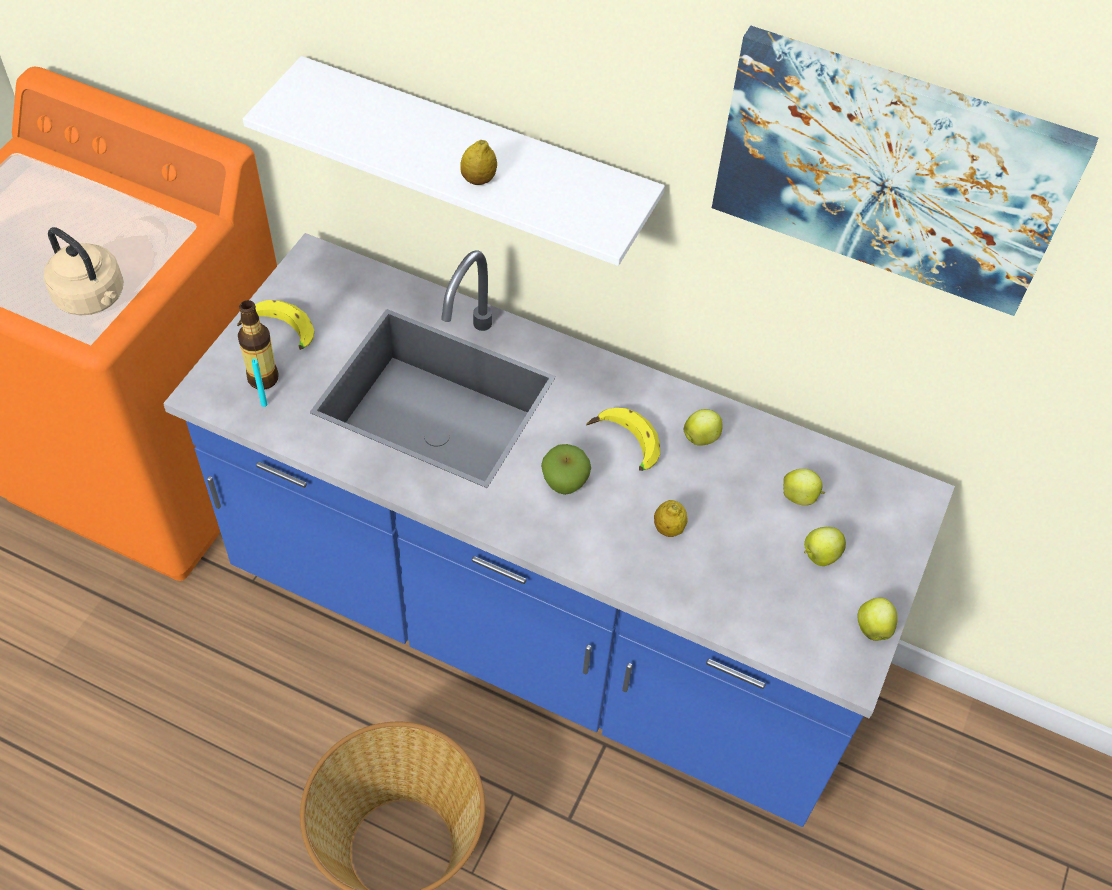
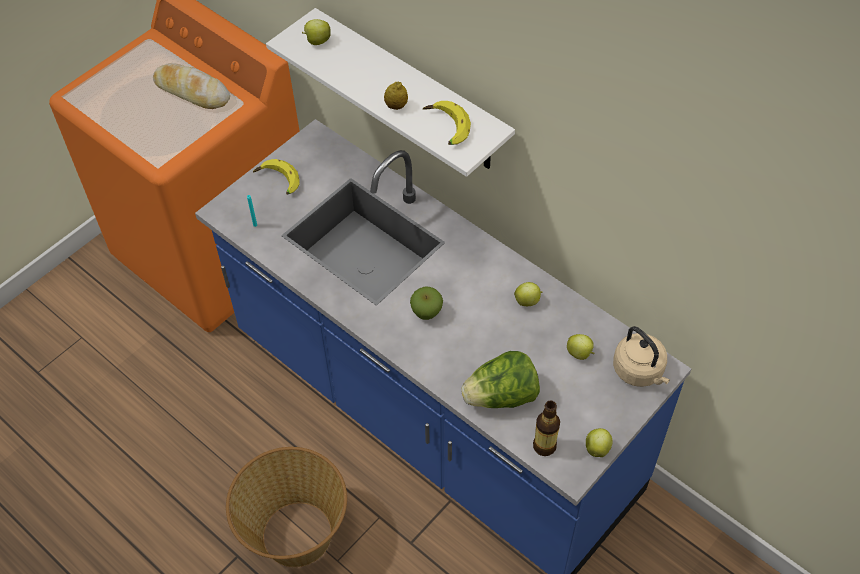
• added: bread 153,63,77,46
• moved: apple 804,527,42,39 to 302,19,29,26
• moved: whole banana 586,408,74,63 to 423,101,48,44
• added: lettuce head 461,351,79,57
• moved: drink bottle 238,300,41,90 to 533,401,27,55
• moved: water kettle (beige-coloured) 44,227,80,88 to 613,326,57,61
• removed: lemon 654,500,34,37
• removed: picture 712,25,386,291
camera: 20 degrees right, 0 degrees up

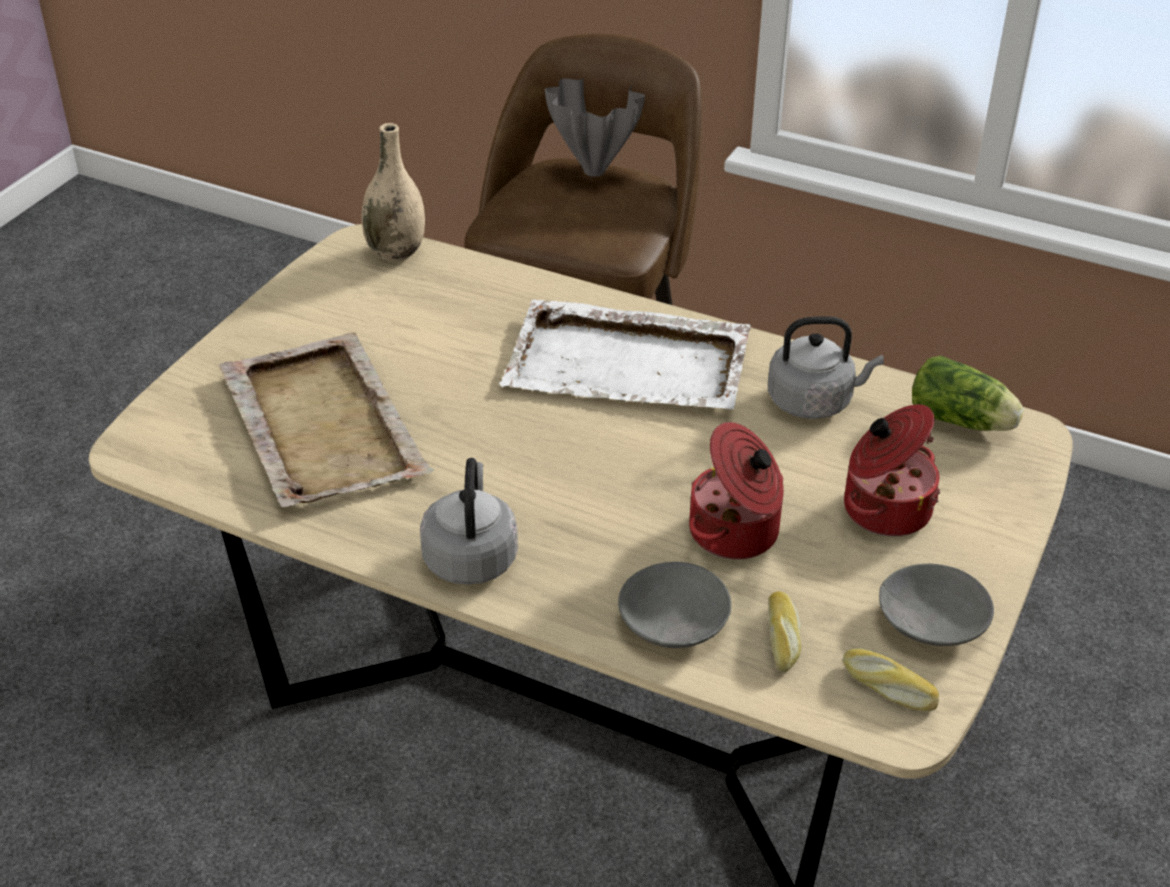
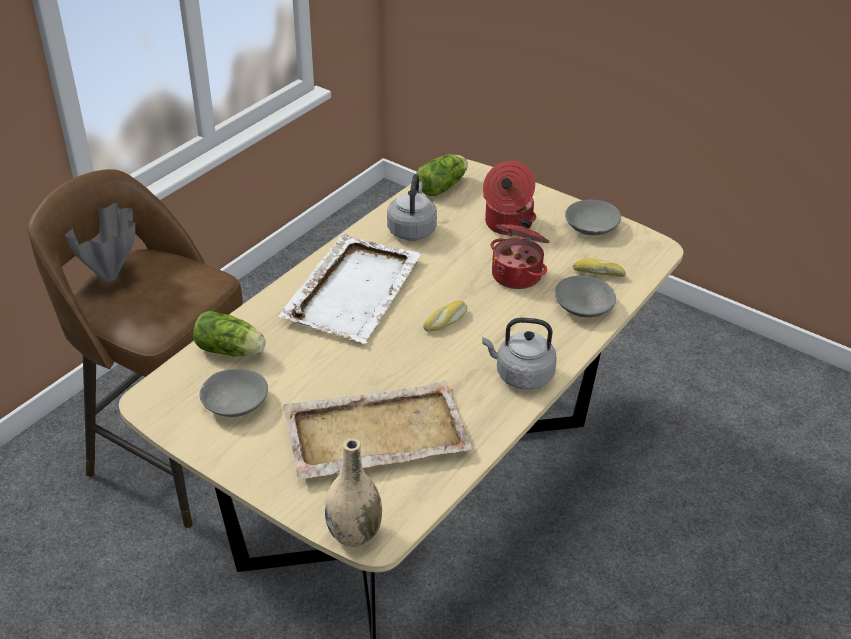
• added: lettuce head 193,310,73,47
• added: serving bowl (gray) 199,369,69,48
• moved: decorative vase (beige-coloured) 361,123,64,138 to 325,439,57,108
• moved: bread 843,648,96,63 to 423,301,44,31
camera: 80 degrees left, 0 degrees up

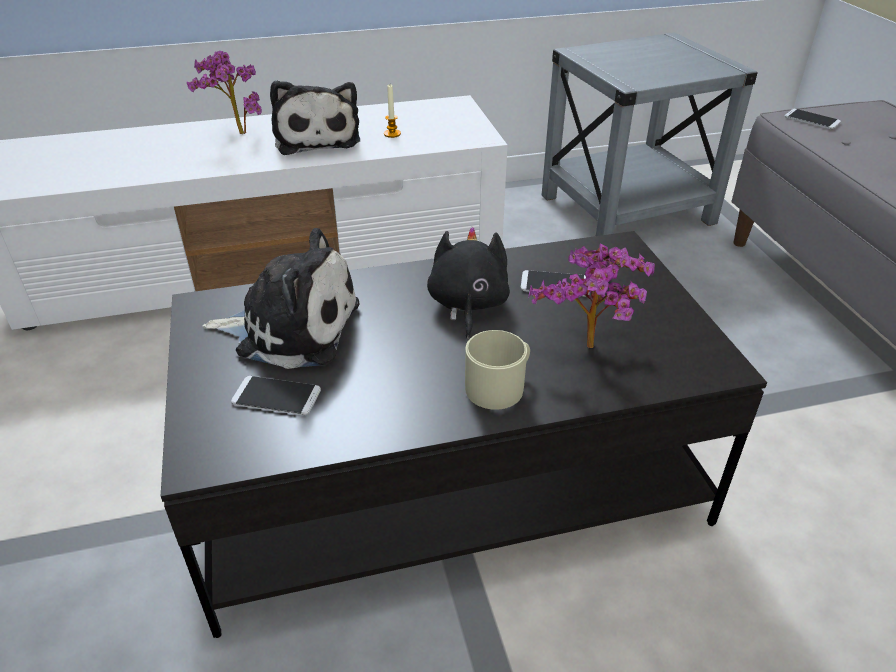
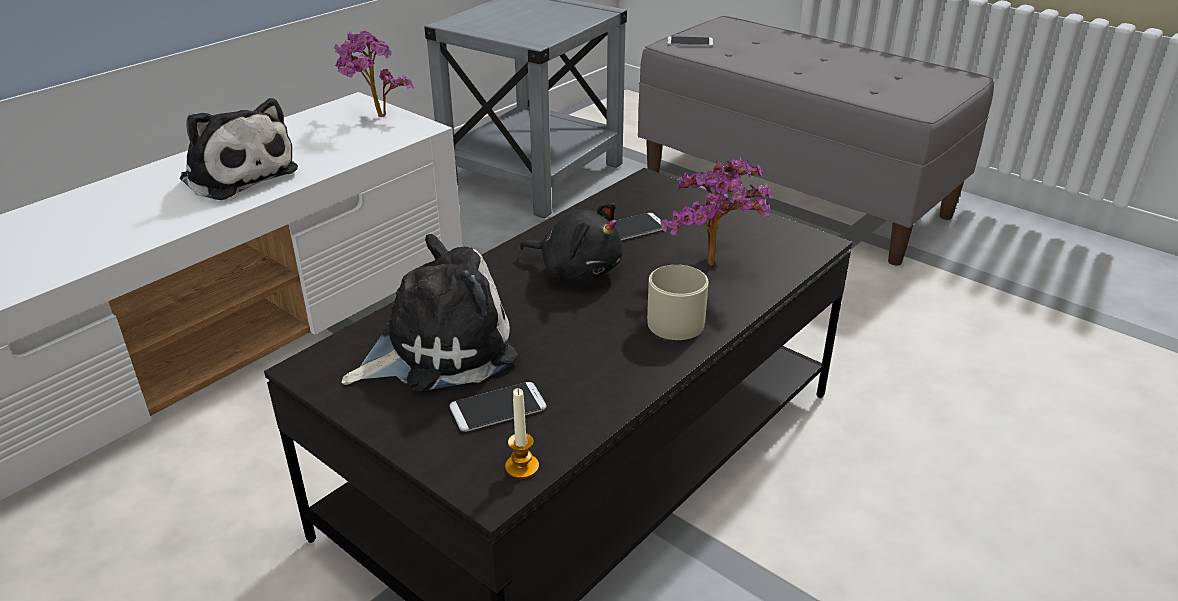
• moved: houseplant 187,51,75,83 to 334,31,80,86
• moved: candle 384,84,17,54 to 505,388,34,91
• turned: cuddly toy (black-coloured) 427,227,83,112 = 519,203,104,77 150 degrees clockwise
camera: 35 degrees left, 5 degrees down

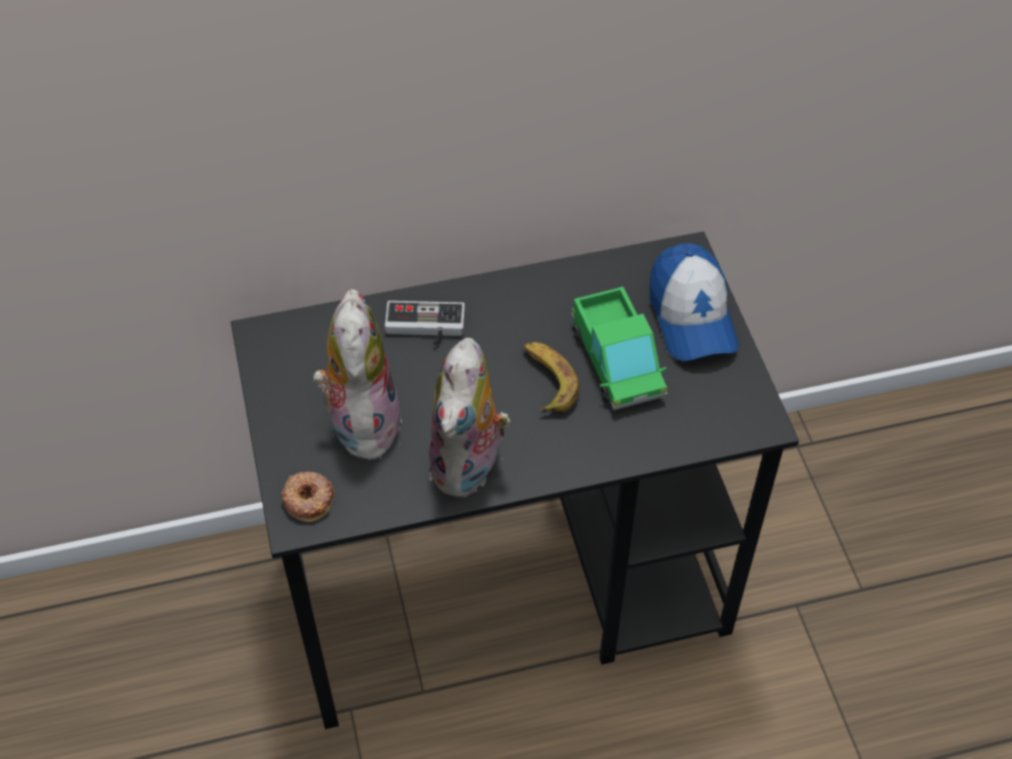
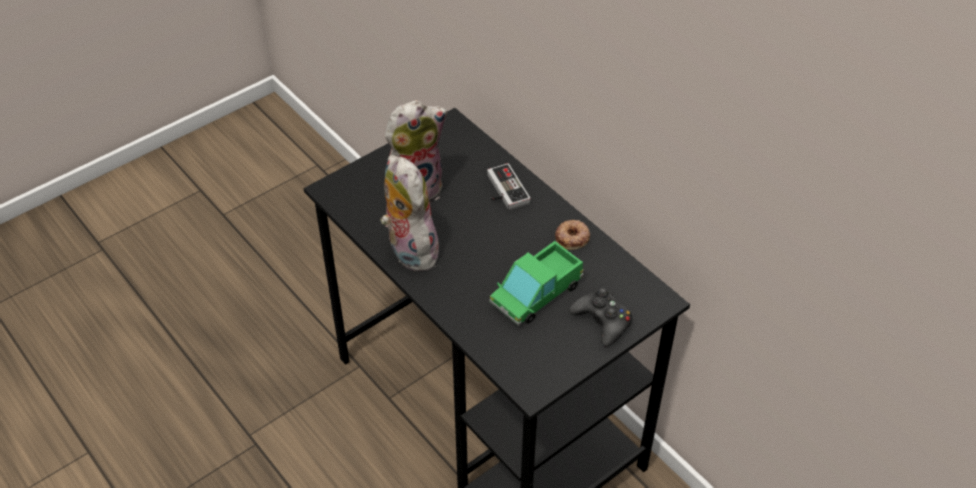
• turned: cuddly toy 429,338,81,160 = 380,155,60,116 75 degrees clockwise
• moved: donut 281,471,54,51 to 555,220,35,30
• replaced: cap 650,243,89,118 to game controller (black-coloured) 569,288,63,59
• removed: whole banana 524,342,56,70
camera: 65 degrees right, 5 degrees down

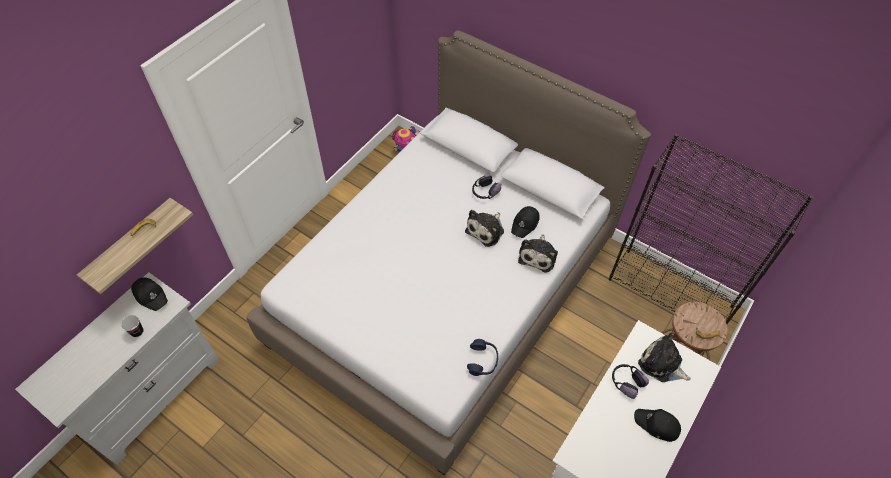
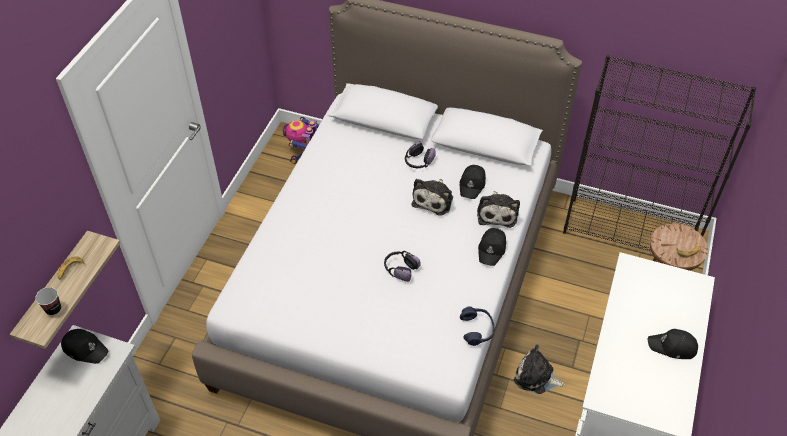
• moved: cup 121,315,23,22 to 35,287,26,29
• moved: headphones 612,364,37,35 to 384,251,37,31
• added: cap (black-coloured) 478,228,28,38
• moved: cuddly toy 638,333,53,49 to 514,345,51,49
camera: 15 degrees left, 5 degrees down

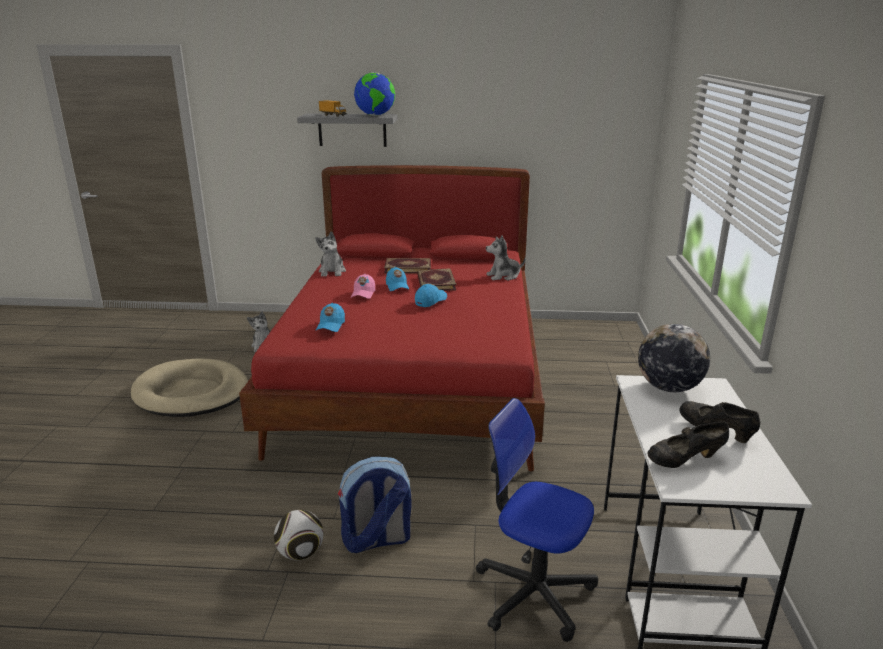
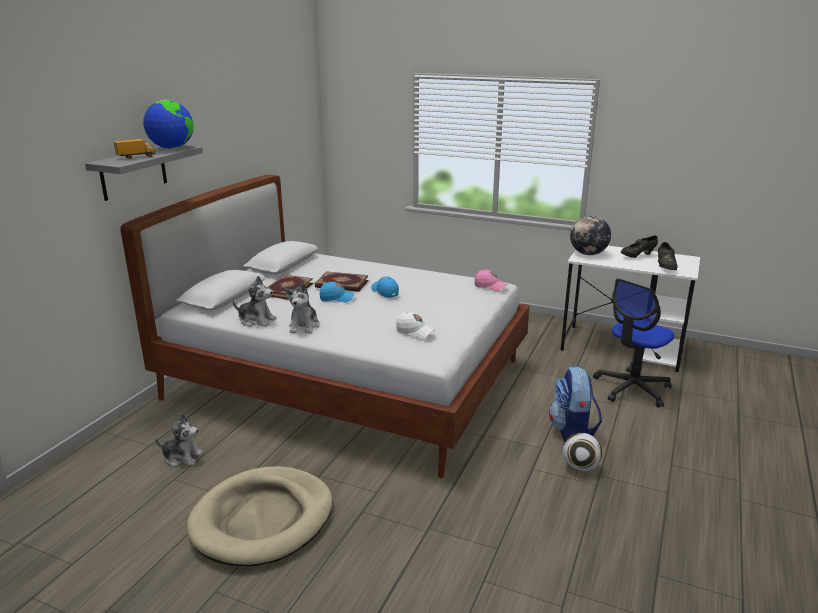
• recoloured: bedroom bed (red-coloured) 239,165,306,306 to bedroom bed (white-coloured) 121,174,409,304
• moved: cuddly toy 486,235,40,46 to 285,283,35,51
• recoloured: cap (bluish) 316,303,29,29 to cap (white-coloured) 396,312,38,27
• moved: cap (pink-coloured) 350,274,25,25 to 474,269,34,22
camera: 70 degrees left, 0 degrees up

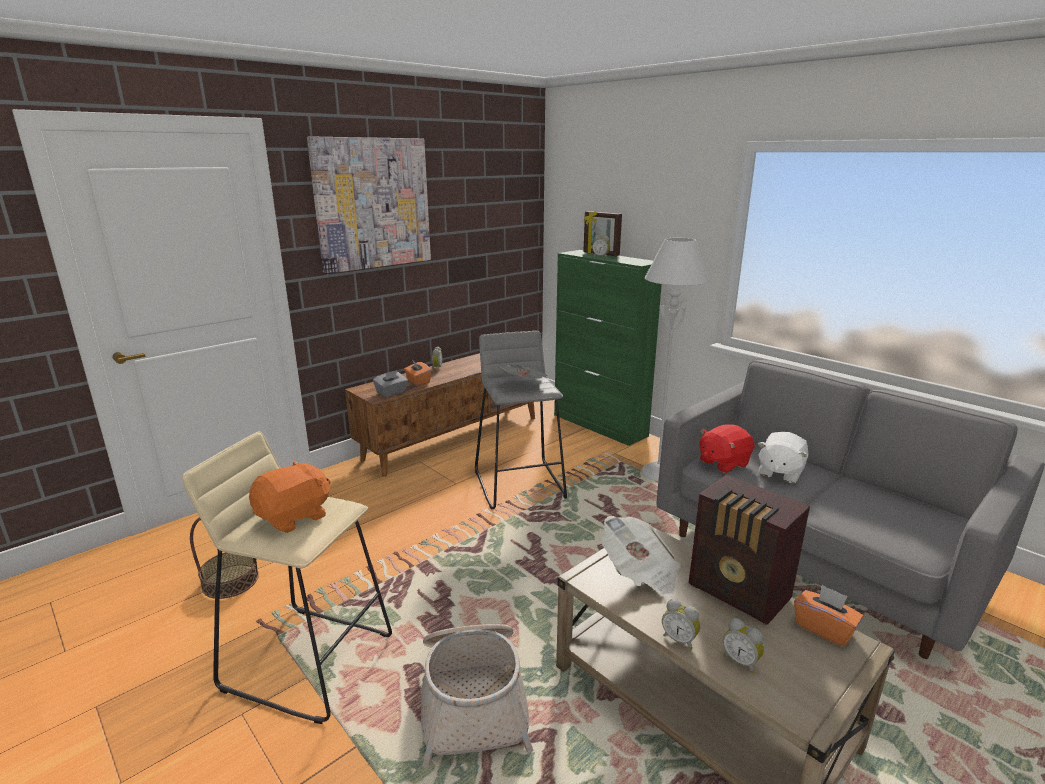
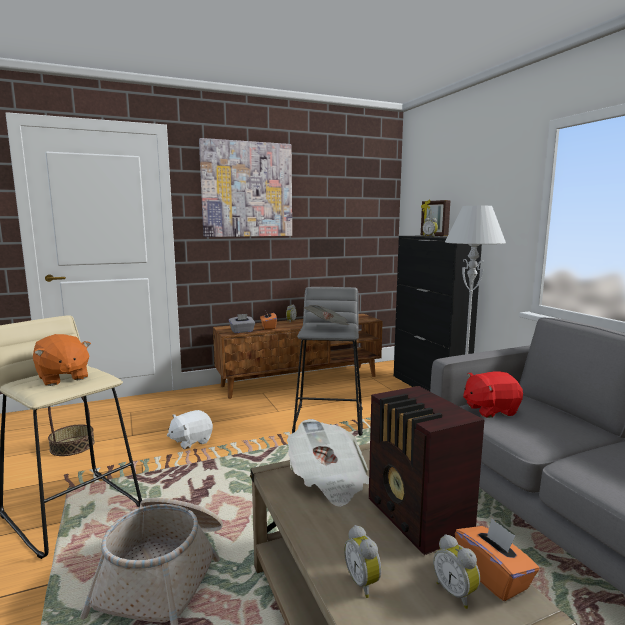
• turned: cuddly toy (orange) 249,460,82,73 = 33,334,58,52 75 degrees clockwise
• moved: cuddly toy (white-coloured) 758,432,50,51 to 167,410,46,39
• recoloured: storage cabinet (green-coloured) 554,250,108,196 to storage cabinet (black-coloured) 394,236,88,155
• moved: bedside clock 662,599,38,51 to 433,534,47,75
camera: 20 degrees right, 10 degrees down

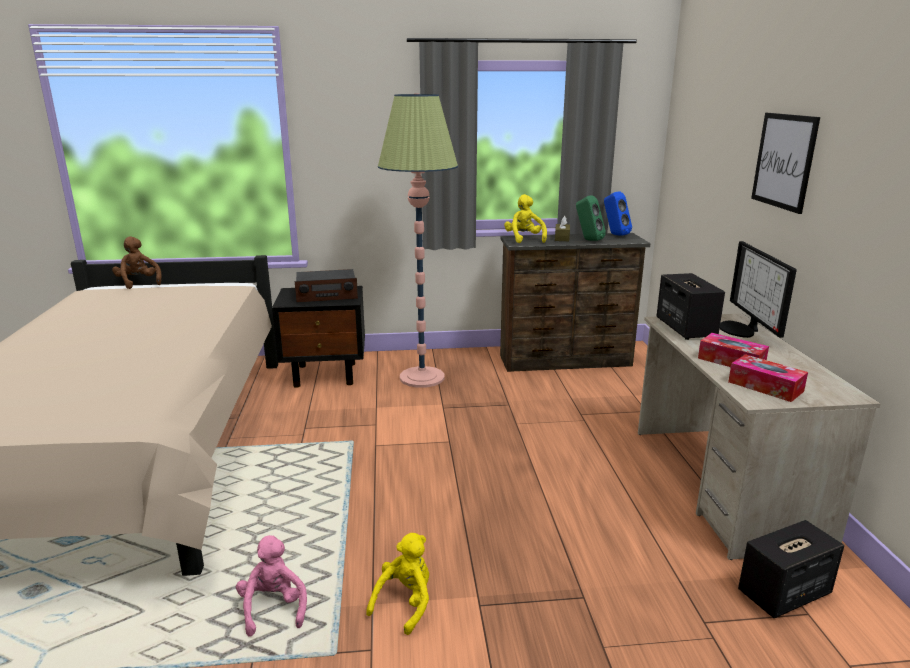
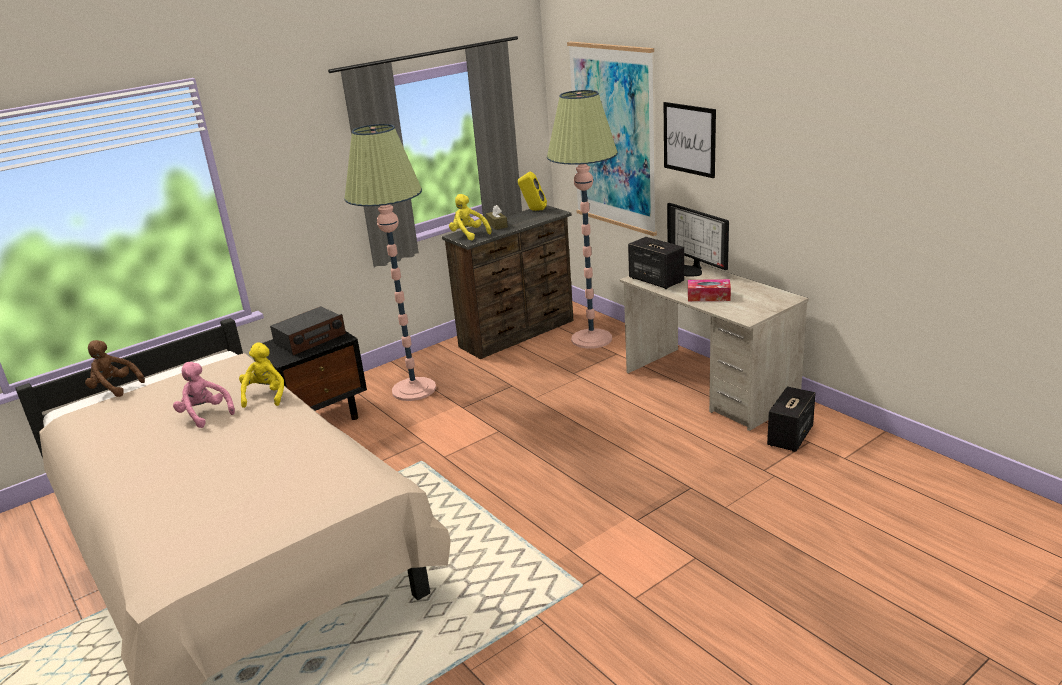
• moved: cuddly toy (pink-coloured) 236,535,71,102 to 173,362,62,66
• moved: cuddly toy (yellow-coloured) 366,533,63,102 to 239,343,45,65
• recoloured: speaker (bluish) 604,192,28,43 to speaker (yellow-coloured) 518,171,29,40
• added: standing lamp 547,90,71,259
• added: picture 567,42,90,194
• removed: speaker (green-coloured) 576,195,30,46
• removed: tissue holder 728,354,80,48
camera: 30 degrees left, 5 degrees up

